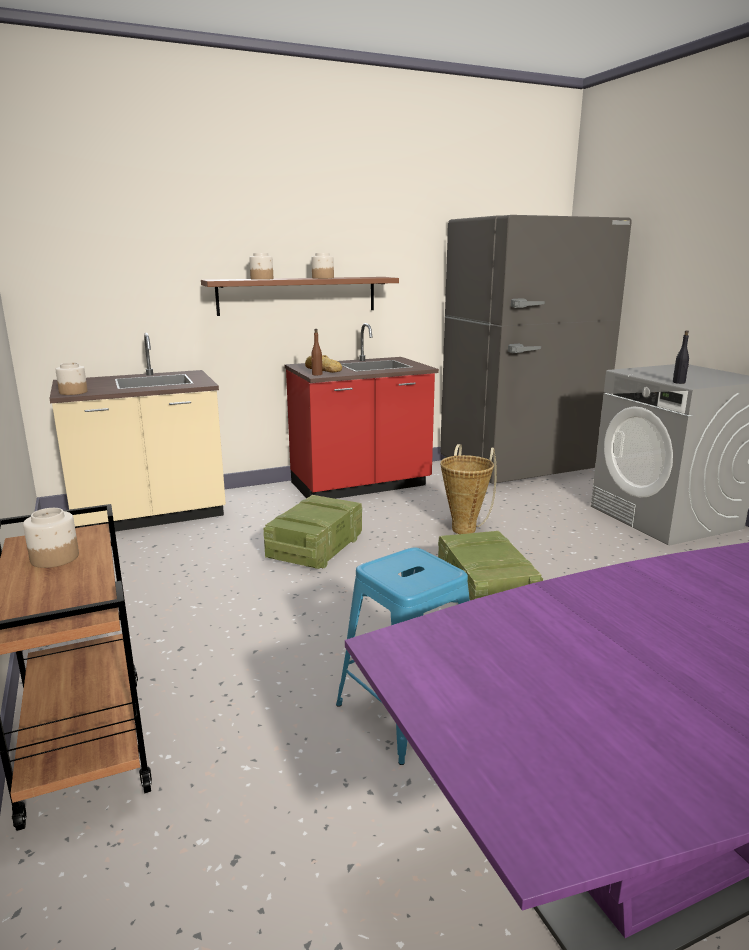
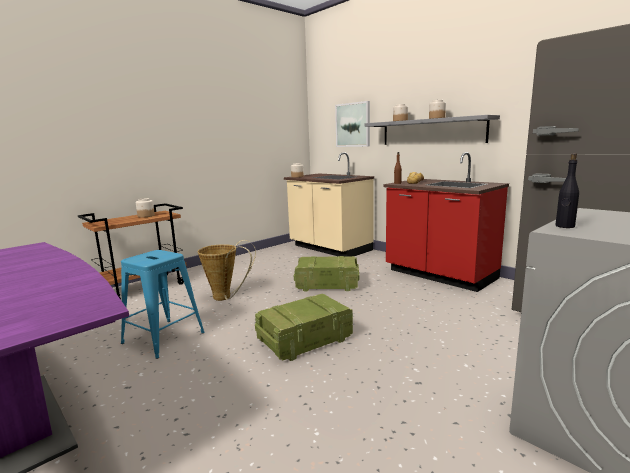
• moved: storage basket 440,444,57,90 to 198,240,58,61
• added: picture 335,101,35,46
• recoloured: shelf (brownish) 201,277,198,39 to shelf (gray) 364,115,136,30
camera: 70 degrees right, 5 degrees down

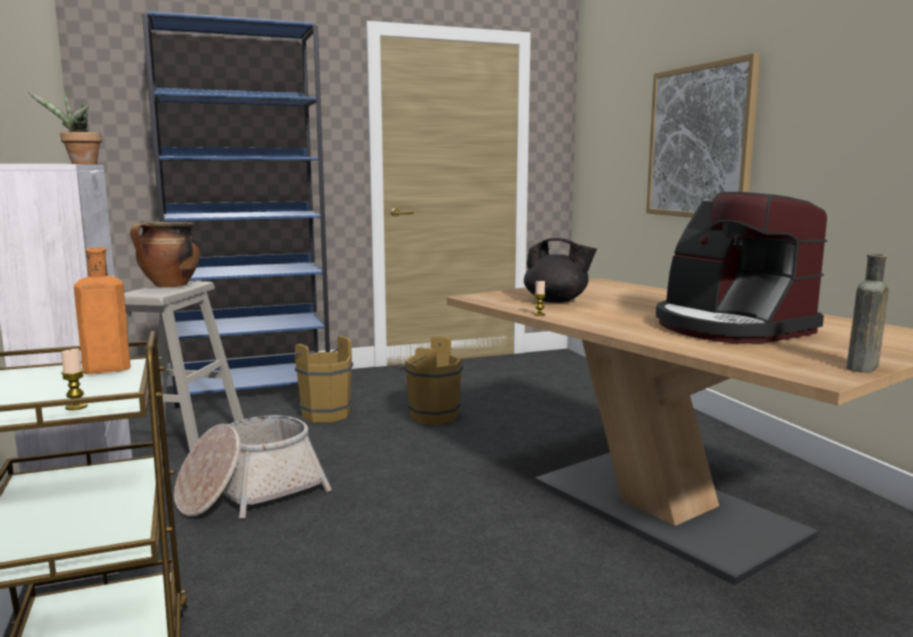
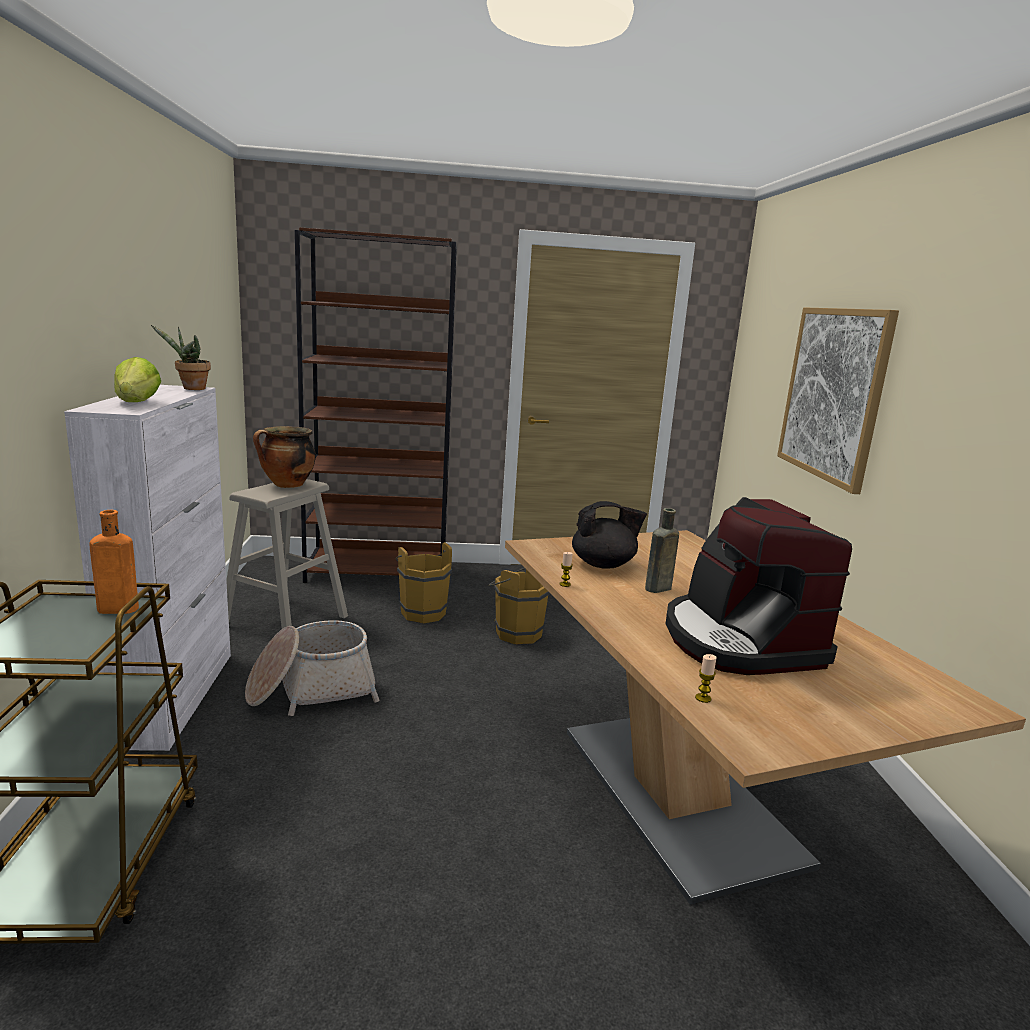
• added: lettuce head 115,357,46,45
• recoloured: shelving unit (bluish) 142,11,188,397 to shelving unit (brownish) 295,227,162,356
• turned: teapot (black-coloured) 524,238,73,65 = 572,501,75,67 45 degrees counterclockwise
• moved: drink bottle (brownish) 847,254,42,119 to 645,508,34,85
• moved: candle 61,348,26,62 to 695,654,22,49
camera: 15 degrees right, 5 degrees up

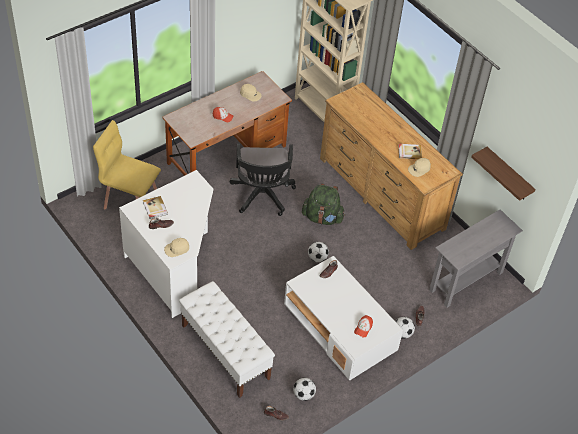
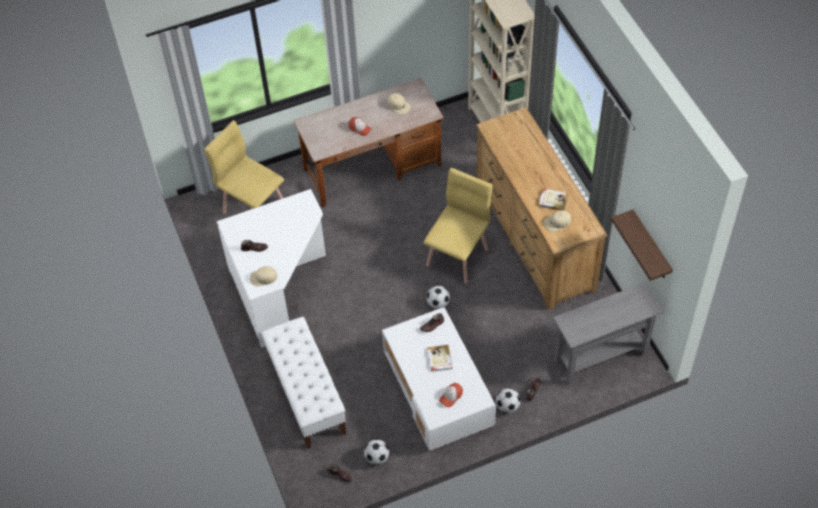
• replaced: knapsack (green-coloured) 302,184,43,41 to chair (yellow-coloured) 424,168,69,115
• moved: bound book 143,196,25,23 to 427,345,26,27
• removed: computer chair (black-coloured) 229,143,67,73
camera: 20 degrees right, 5 degrees up

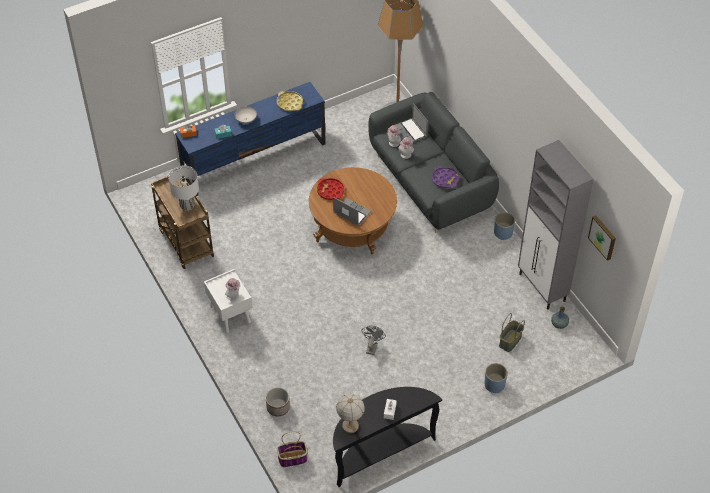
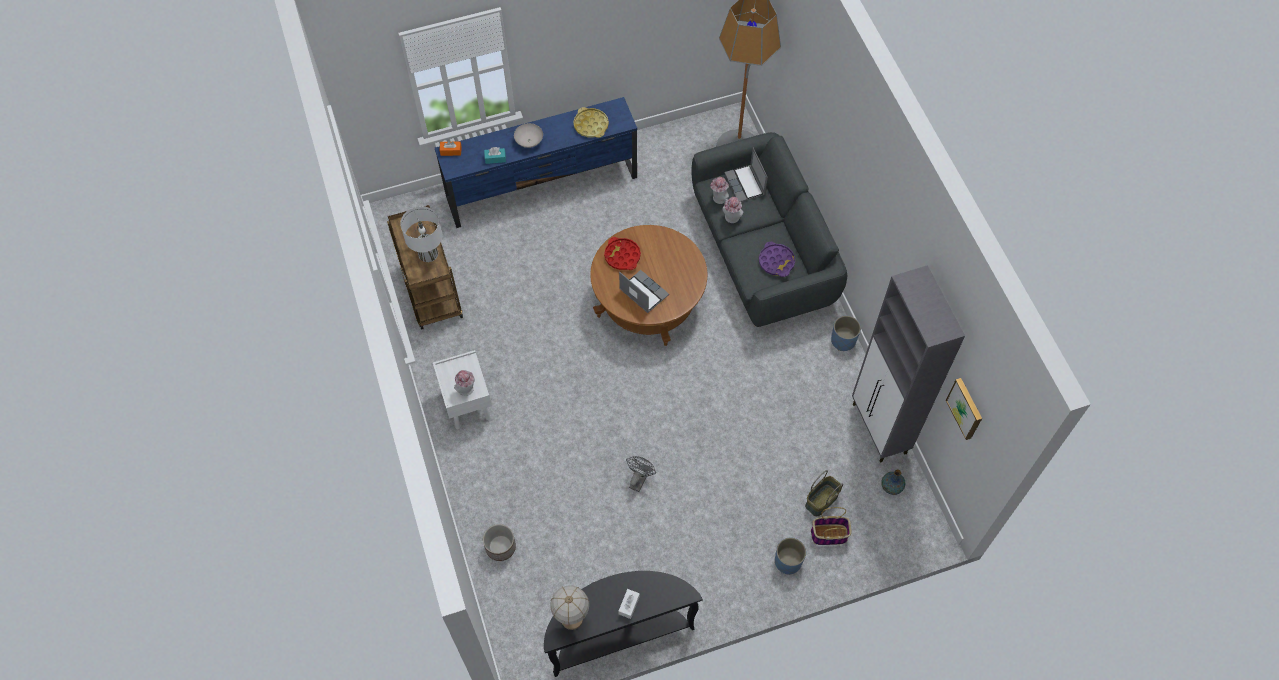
• moved: storage basket 277,431,31,36 to 811,507,41,38
camera: 10 degrees right, 10 degrees up

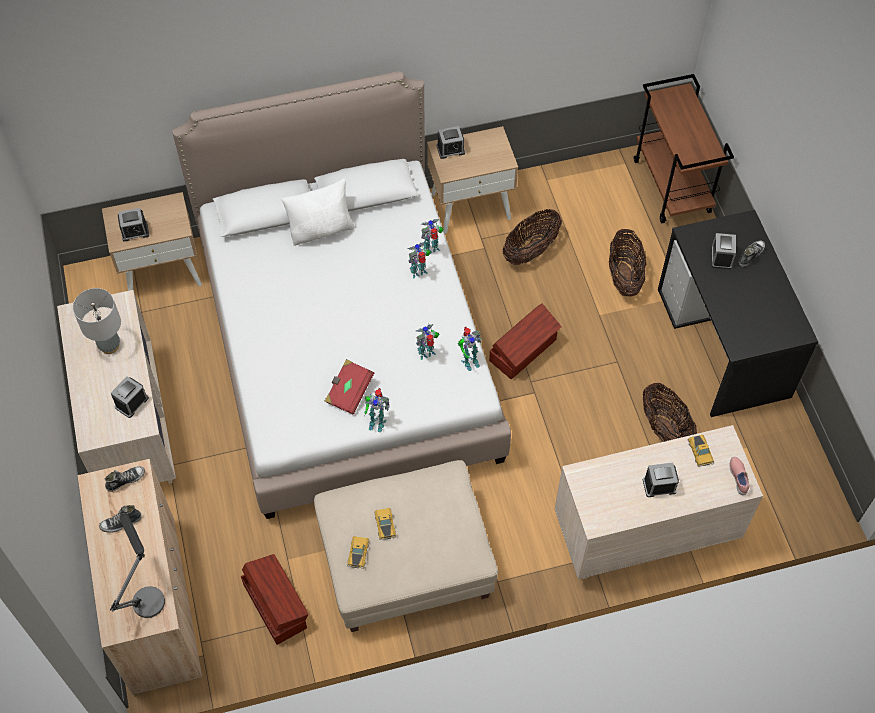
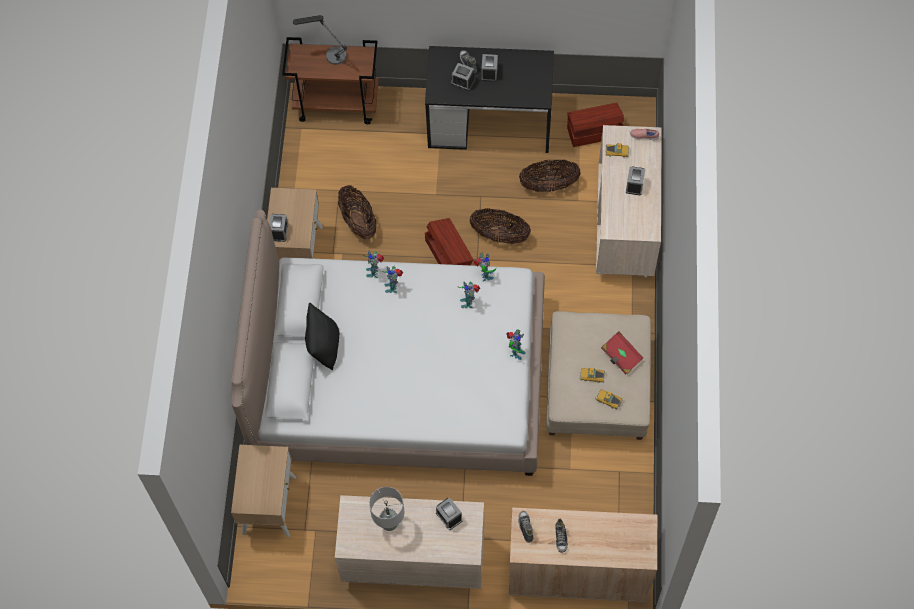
• moved: tabletop lamp 110,513,55,105 to 293,15,55,50
• recoloured: pillow (white-coloured) 281,178,74,68 to pillow (black-coloured) 305,302,35,68
• moved: storage basket 609,229,37,68 to 469,208,62,36
• moved: bedside clock 118,208,31,34 to 481,54,17,28
• moved: storage box (brownish) 241,554,68,91 to 567,103,57,44
• moved: bound book (red-coloured) 325,359,49,56 to 601,331,42,43
camera: 70 degrees left, 5 degrees up

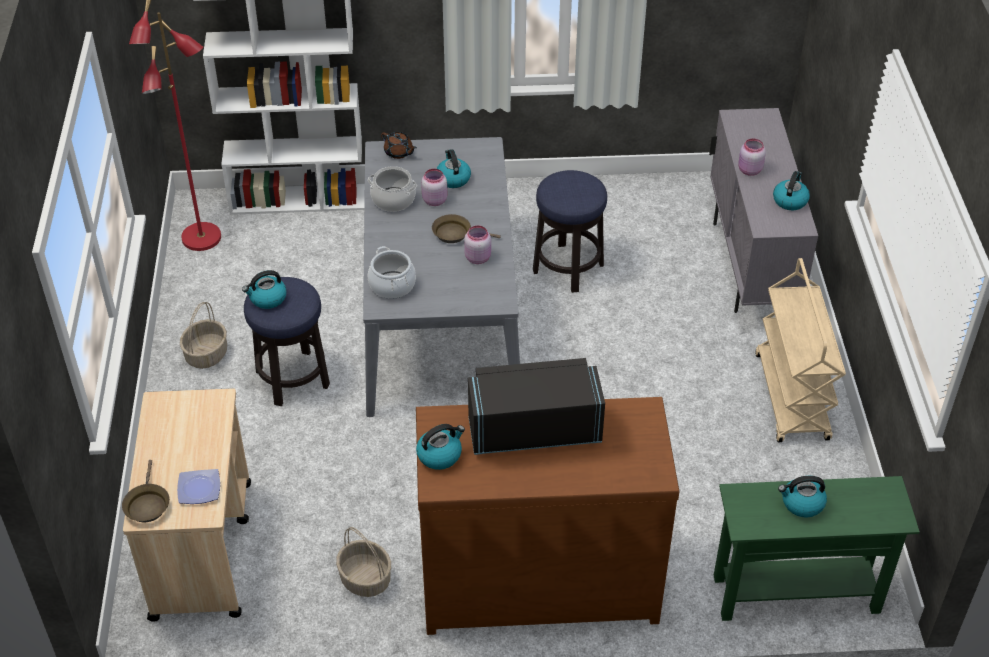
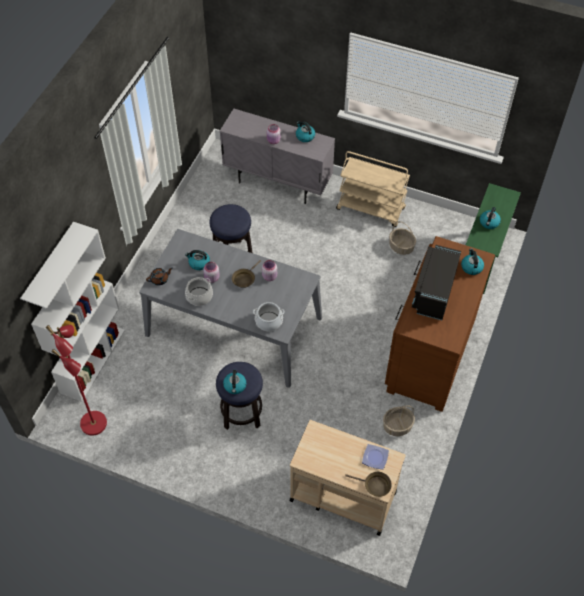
• moved: storage basket 180,302,47,67 to 389,221,27,34
• moved: water kettle 416,424,49,46 to 461,248,23,27
camera: 65 degrees left, 10 degrees up

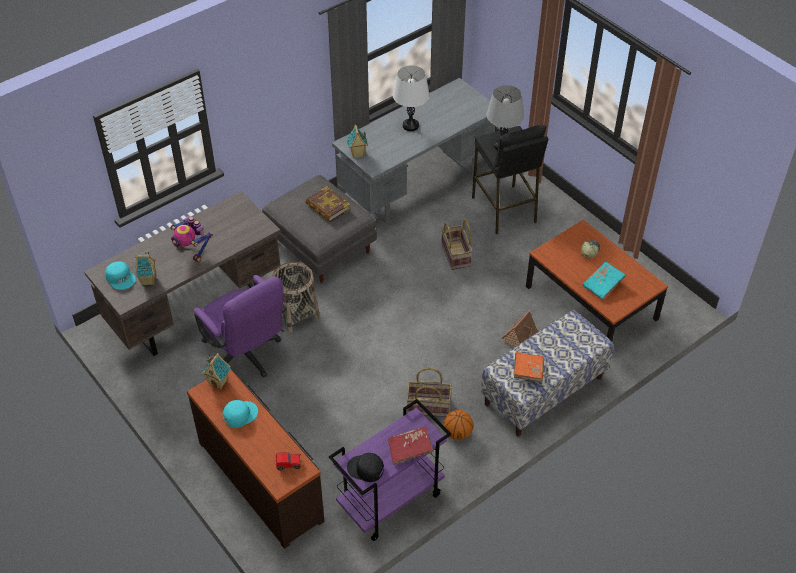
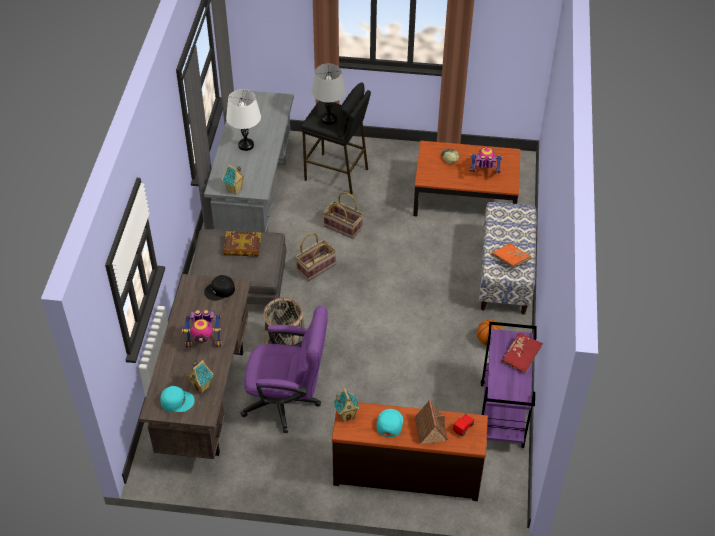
• moved: cap (black-coloured) 347,453,37,29 to 204,275,31,26
• moved: storage basket 406,368,46,49 to 296,233,40,48
• moved: model house 501,310,38,37 to 414,399,34,45
• replaced: bound book (blue-green) 583,262,43,38 to toy robot 470,147,33,26
camera: 45 degrees left, 0 degrees up

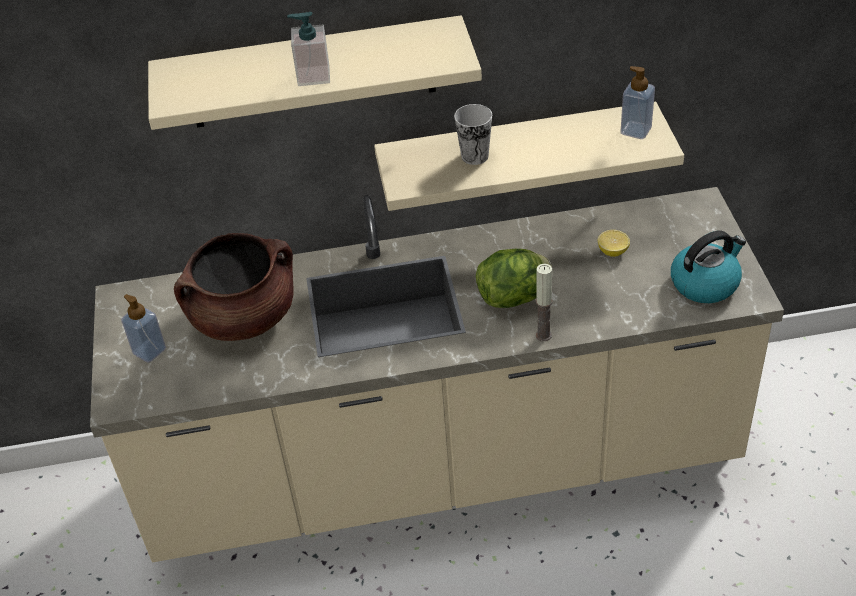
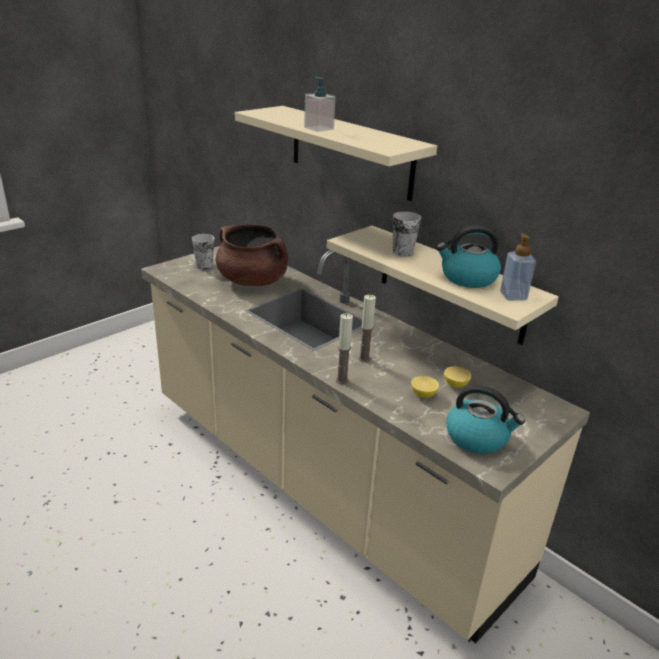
• replaced: soap dispenser 121,294,45,69 to cup 192,234,22,35
• replaced: lettuce head 476,249,76,59 to candle 359,295,17,67
• added: lemon 411,376,28,22
• added: water kettle 436,226,65,62
camera: 50 degrees right, 15 degrees down

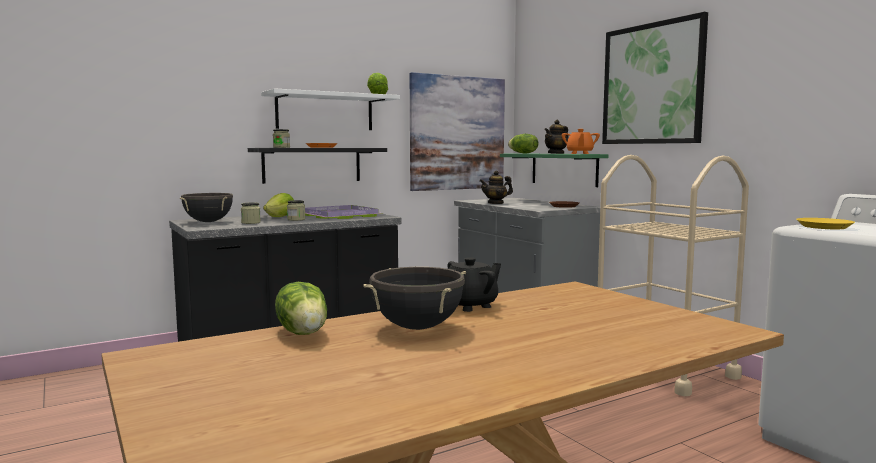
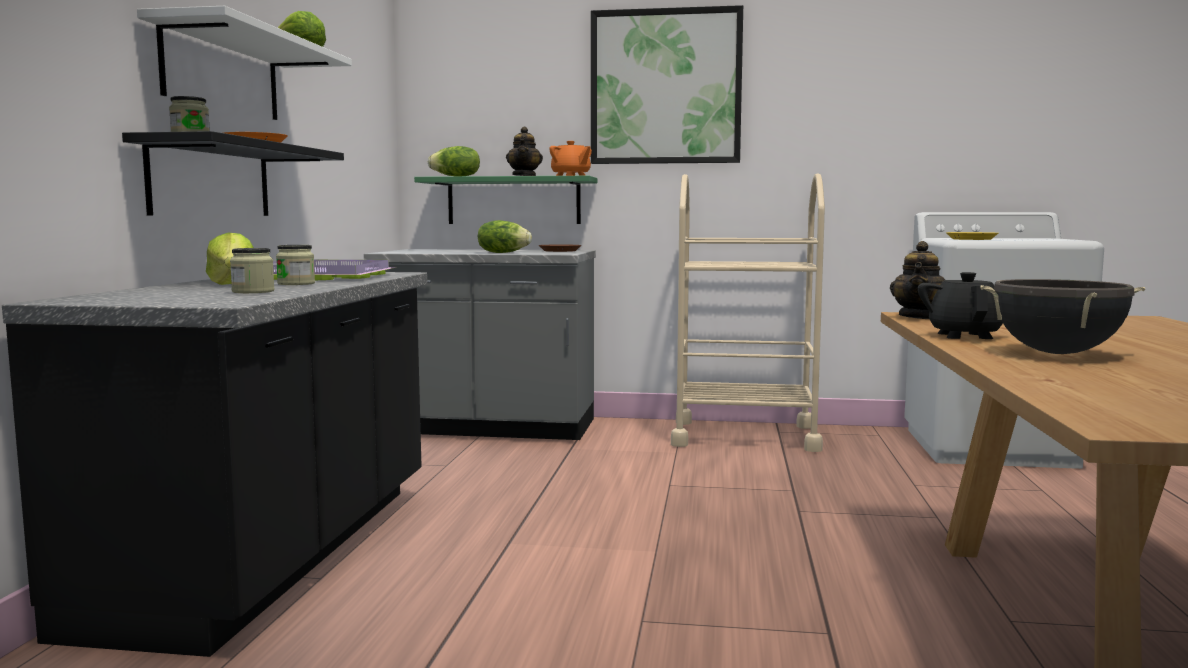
• moved: lettuce head 275,282,52,53 to 478,220,54,33
• moved: teapot 480,170,33,34 to 890,241,55,78
• removed: saucepot (black-coloured) 180,193,53,29
• removed: picture 410,72,95,119
camera: 50 degrees left, 0 degrees up

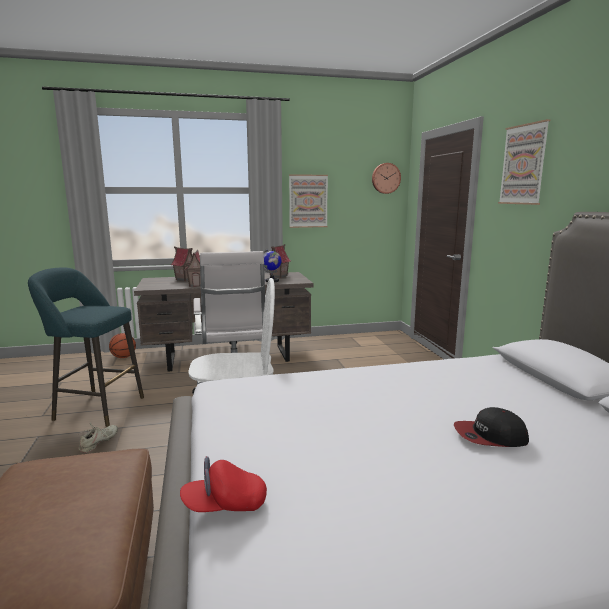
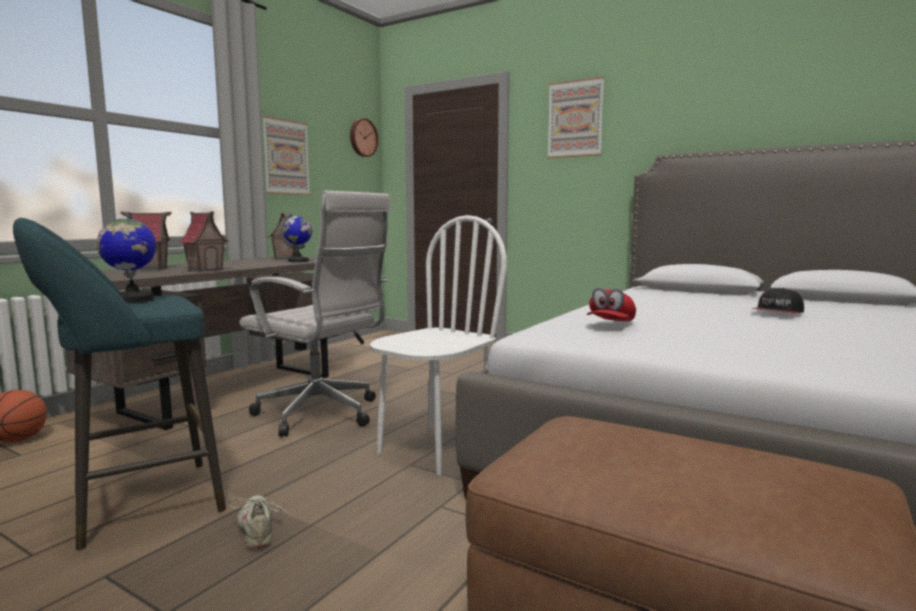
• added: desk globe 97,212,59,91
• moved: cap (red-coloured) 180,456,87,56 to 587,288,49,33
camera: 45 degrees left, 5 degrees down

